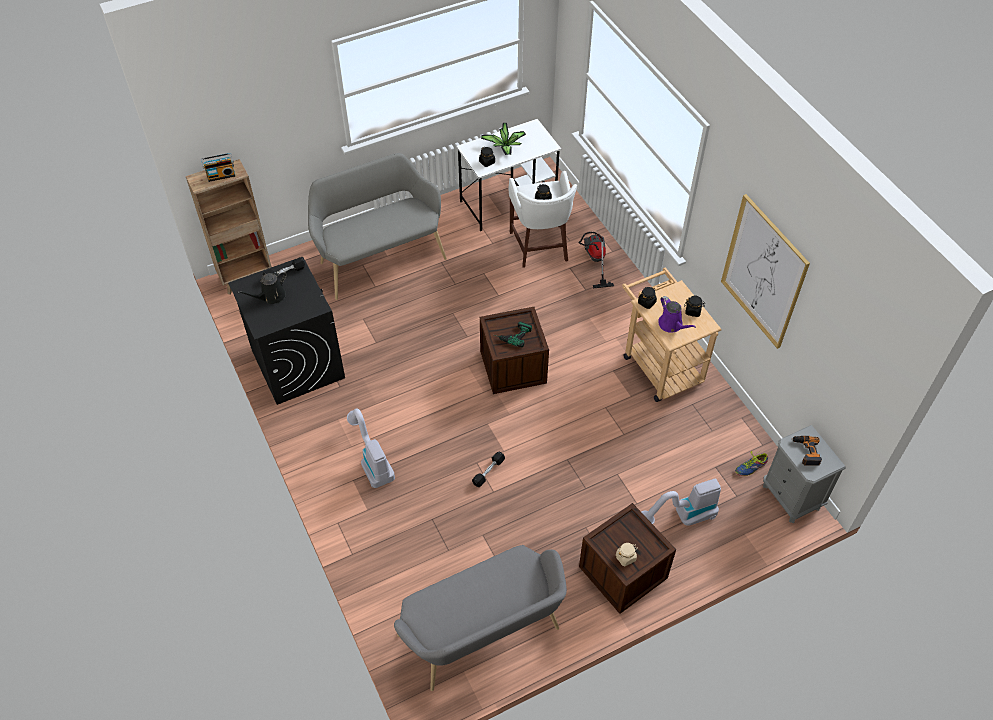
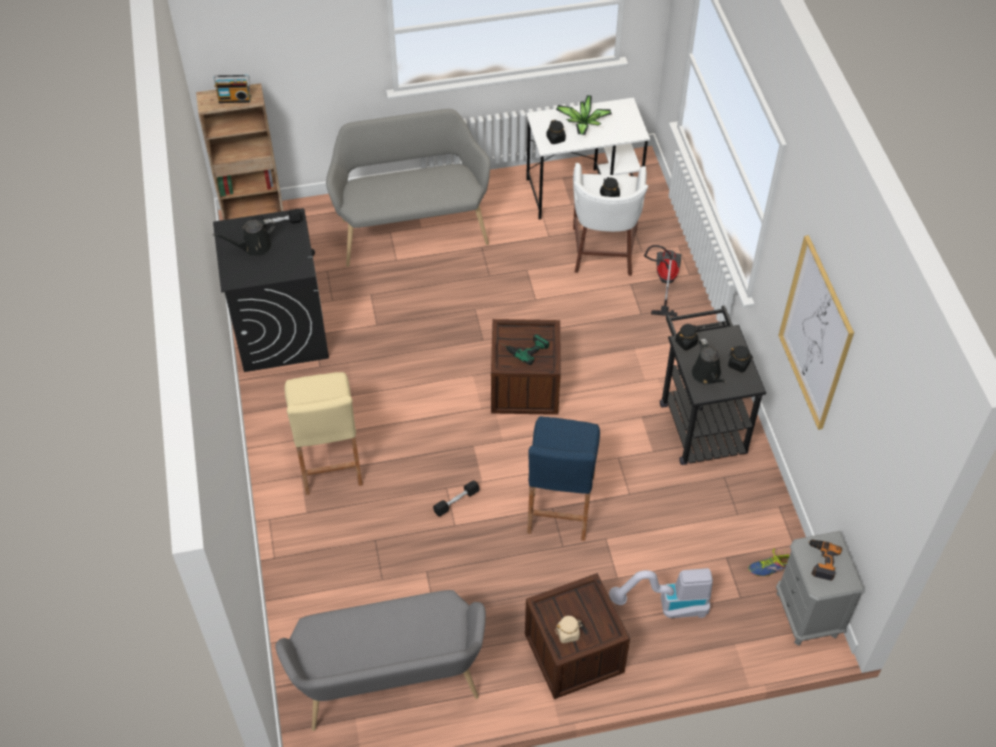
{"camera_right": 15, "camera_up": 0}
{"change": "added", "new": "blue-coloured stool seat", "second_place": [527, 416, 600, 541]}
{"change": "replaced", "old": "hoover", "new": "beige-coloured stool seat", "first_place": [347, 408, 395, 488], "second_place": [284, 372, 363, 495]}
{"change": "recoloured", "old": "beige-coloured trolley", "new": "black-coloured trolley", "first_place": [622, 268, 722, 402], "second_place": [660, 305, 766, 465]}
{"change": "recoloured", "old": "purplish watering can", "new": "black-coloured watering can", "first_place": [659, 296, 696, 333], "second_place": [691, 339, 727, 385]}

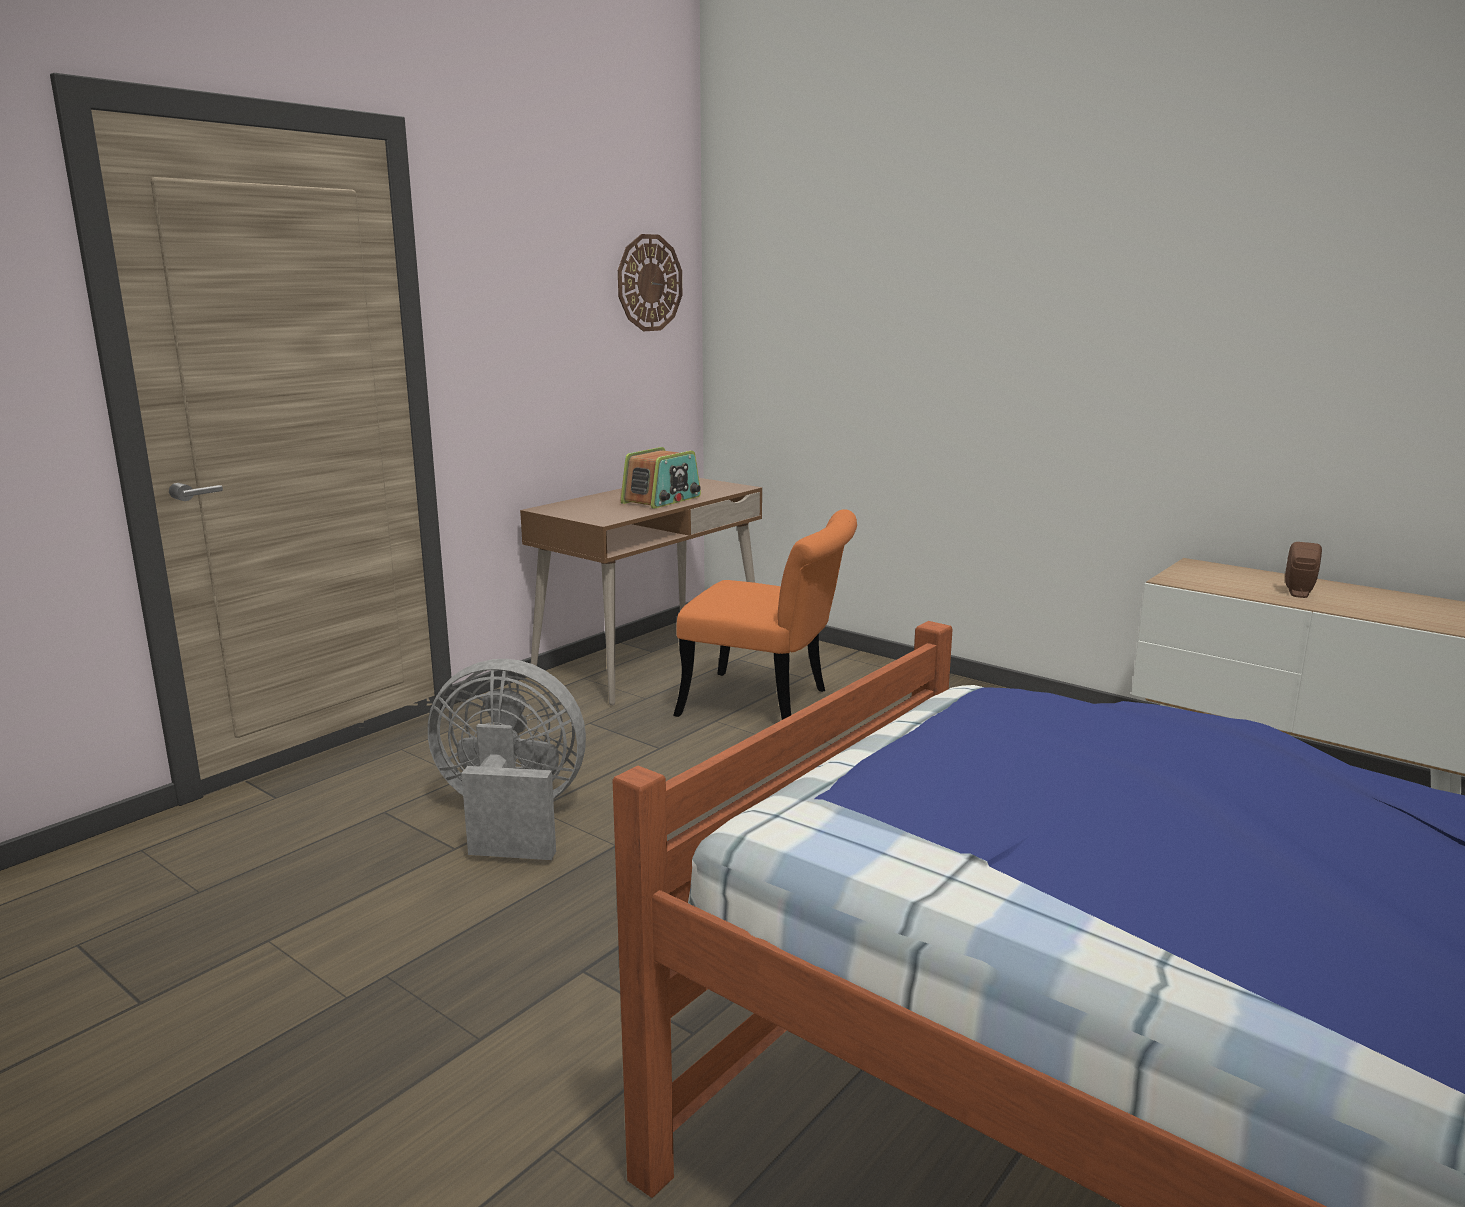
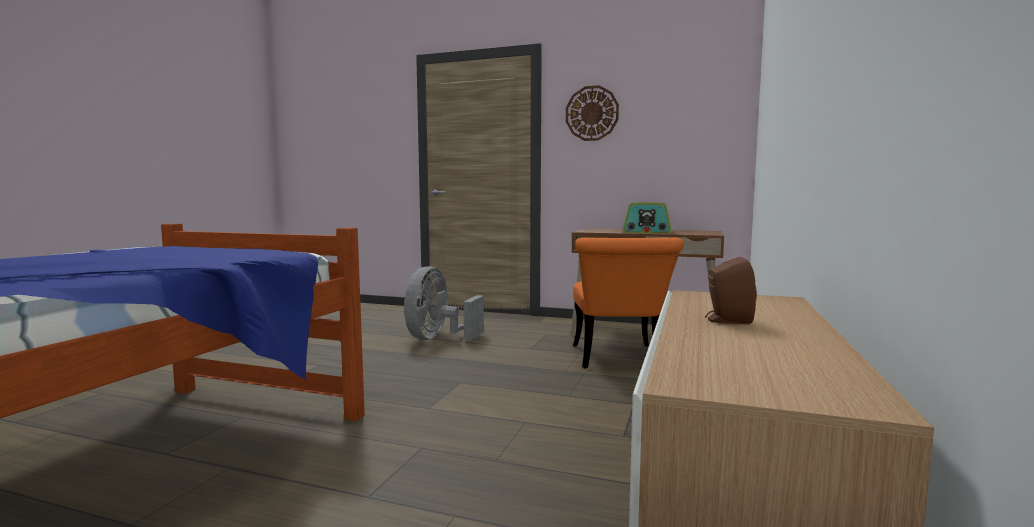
{"camera_right": 70, "camera_up": -10}
{"change": "moved", "old": "clock on the wall", "first_place": [618, 234, 682, 331], "second_place": [566, 85, 619, 141]}
{"change": "turned", "old": "gray electric fan", "first_place": [428, 659, 586, 860], "second_place": [404, 266, 484, 341], "degrees": -150}

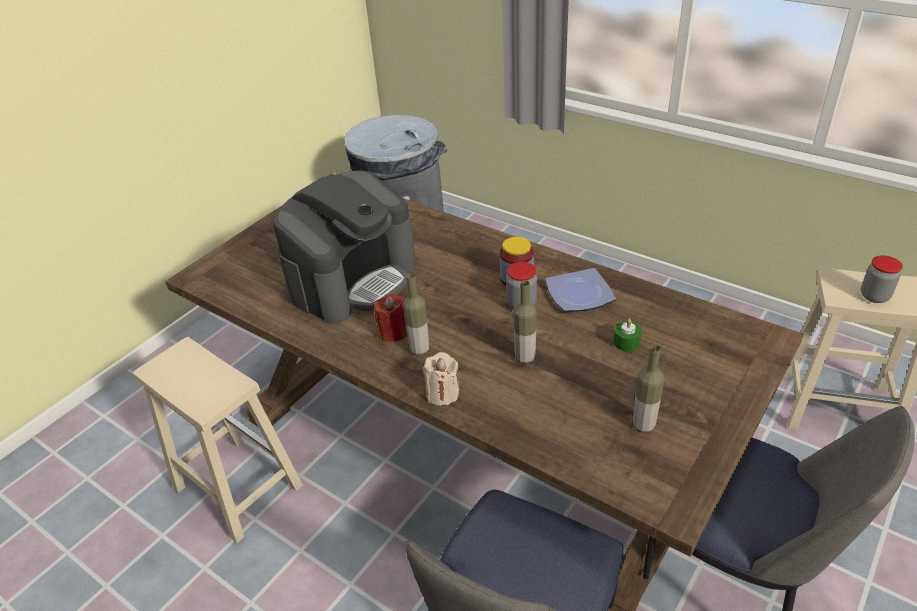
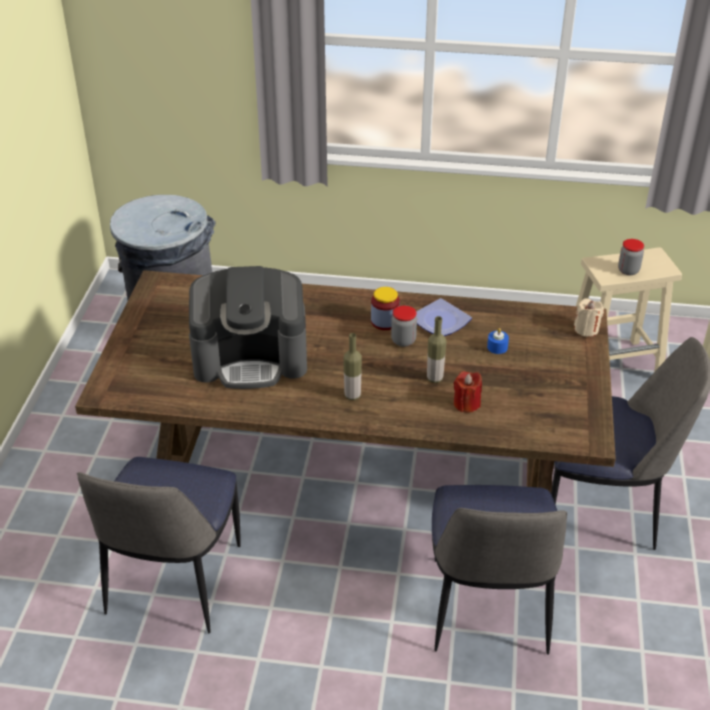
{"camera_right": -30, "camera_up": 0}
{"change": "removed", "old": "bottle", "first_place": [633, 345, 664, 433]}
{"change": "moved", "old": "red-coloured wax light", "first_place": [374, 293, 407, 342], "second_place": [454, 371, 482, 412]}
{"change": "moved", "old": "beige-coloured wax light", "first_place": [423, 352, 460, 406], "second_place": [574, 298, 604, 337]}
{"change": "replaced", "old": "beige-coloured stool seat", "new": "plain chair", "first_place": [133, 337, 303, 543], "second_place": [77, 457, 241, 633]}
{"change": "recoloured", "old": "greenish wax light", "new": "blue-coloured wax light", "first_place": [613, 319, 642, 352], "second_place": [487, 328, 509, 354]}
{"change": "turned", "old": "coffee maker", "first_place": [273, 171, 416, 324], "second_place": [189, 266, 307, 389], "degrees": 75}

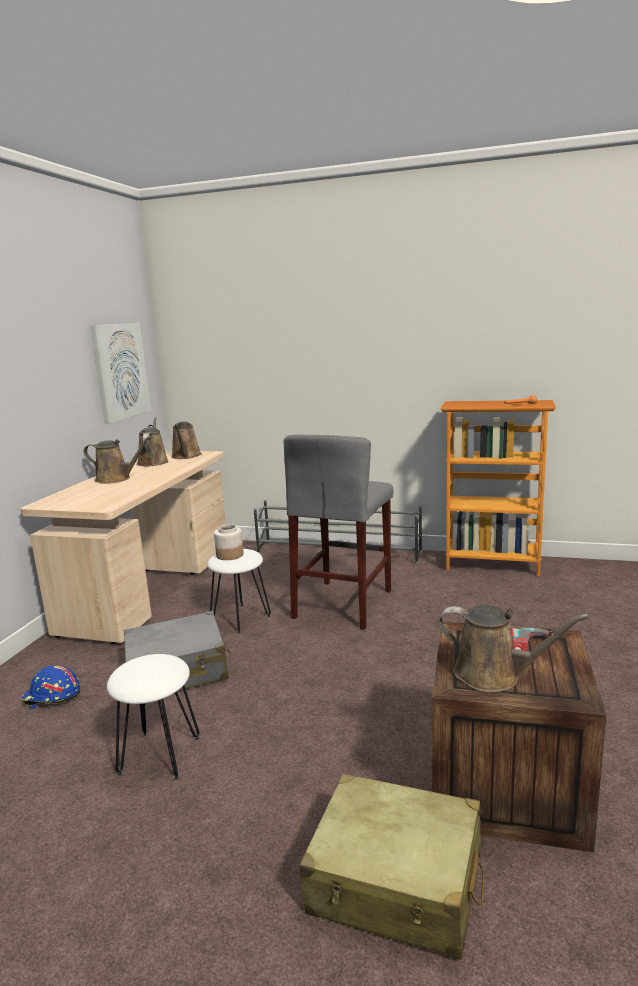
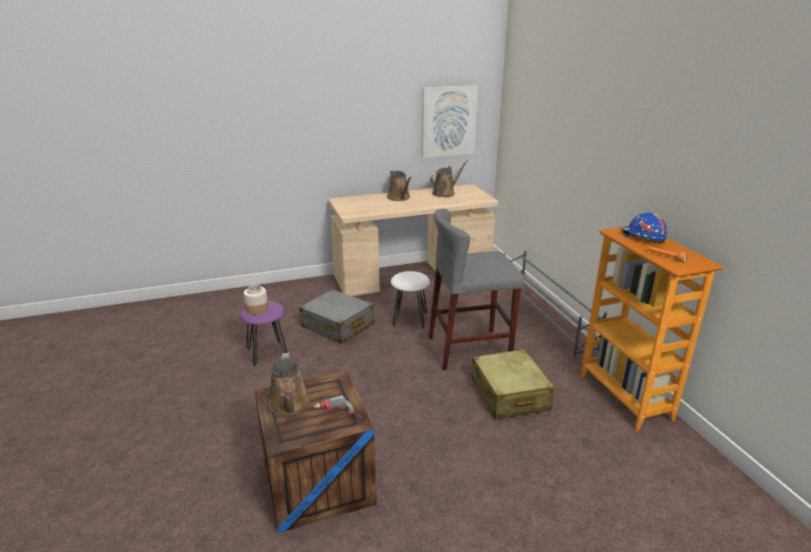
{"camera_right": 55, "camera_up": 10}
{"change": "removed", "old": "brown watering can", "first_place": [171, 421, 202, 459]}
{"change": "moved", "old": "blue-coloured hard hat", "first_place": [22, 665, 80, 709], "second_place": [621, 213, 667, 243]}
{"change": "moved", "old": "preserve jar", "first_place": [214, 524, 244, 560], "second_place": [244, 285, 268, 315]}
{"change": "moved", "old": "beige-coloured suitcase", "first_place": [299, 774, 484, 960], "second_place": [472, 349, 554, 419]}
{"change": "recoloured", "old": "whitish stool seat", "new": "purplish stool seat", "first_place": [107, 654, 200, 780], "second_place": [240, 300, 288, 367]}

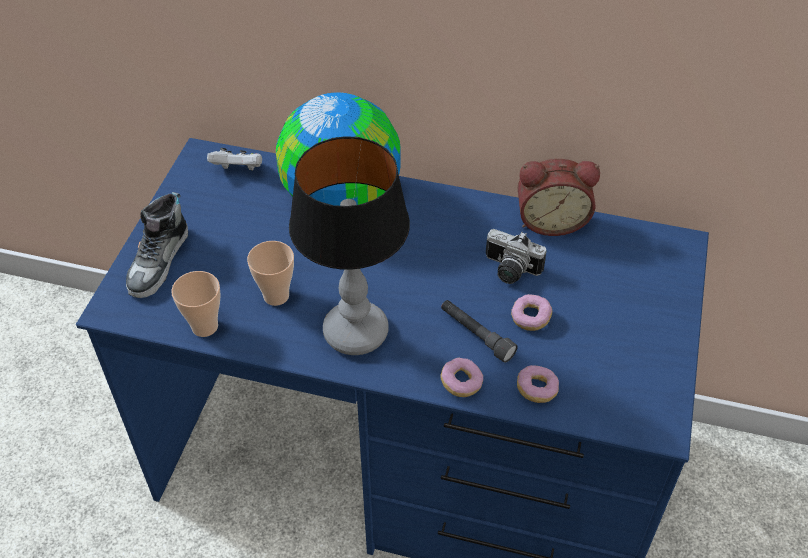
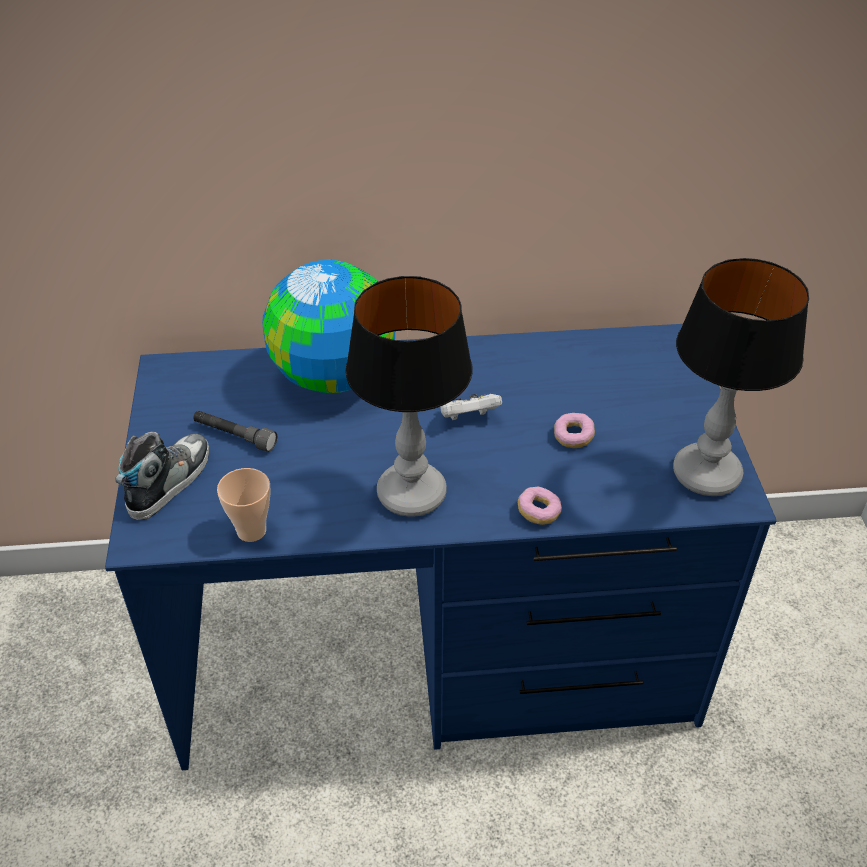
{"camera_right": -20, "camera_up": -5}
{"change": "removed", "old": "drinking cup", "first_place": [247, 241, 294, 306]}
{"change": "removed", "old": "still camera", "first_place": [486, 229, 547, 284]}
{"change": "removed", "old": "bedside clock", "first_place": [517, 159, 600, 236]}
{"change": "removed", "old": "doughnut", "first_place": [517, 365, 559, 403]}
{"change": "added", "new": "tabletop lamp", "second_place": [673, 258, 809, 496]}
{"change": "moved", "old": "whitish joypad", "first_place": [207, 148, 262, 170], "second_place": [441, 394, 502, 420]}
{"change": "moved", "old": "gray hand torch", "first_place": [441, 300, 518, 363], "second_place": [193, 411, 277, 452]}
{"change": "turned", "old": "shoe", "first_place": [126, 192, 188, 298], "second_place": [116, 432, 209, 520], "degrees": -150}

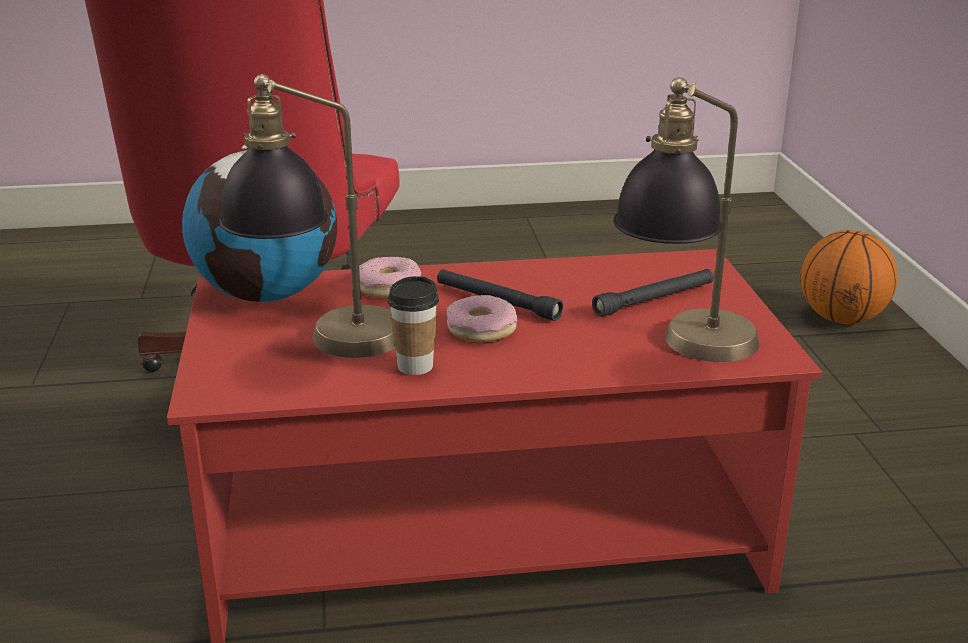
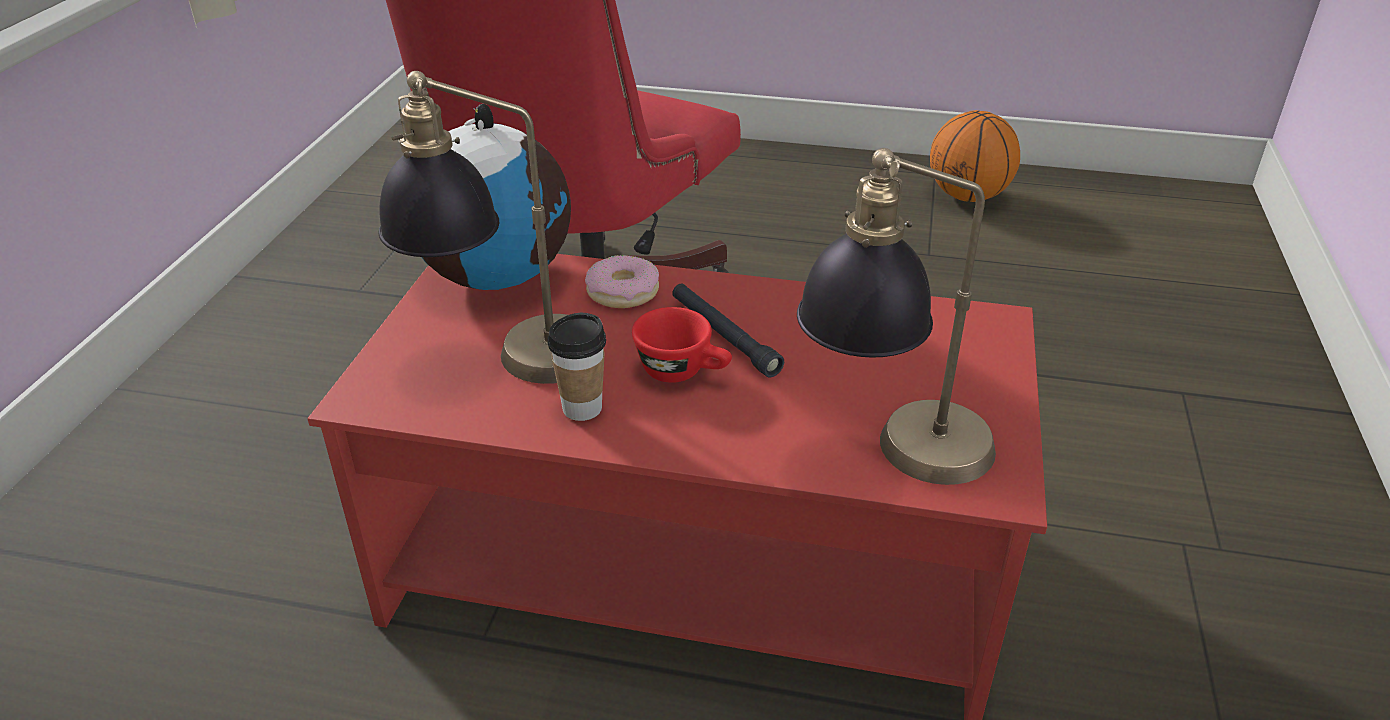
{"camera_right": 20, "camera_up": 10}
{"change": "removed", "old": "black-coloured hand torch", "first_place": [592, 269, 714, 317]}
{"change": "moved", "old": "ball for basketball", "first_place": [800, 230, 898, 324], "second_place": [930, 110, 1020, 202]}
{"change": "replaced", "old": "doughnut", "new": "red-coloured drinking cup", "first_place": [447, 295, 517, 342], "second_place": [632, 307, 732, 383]}

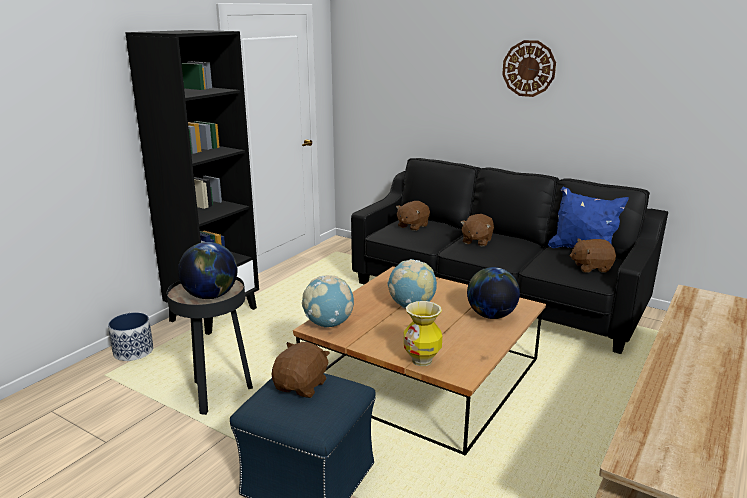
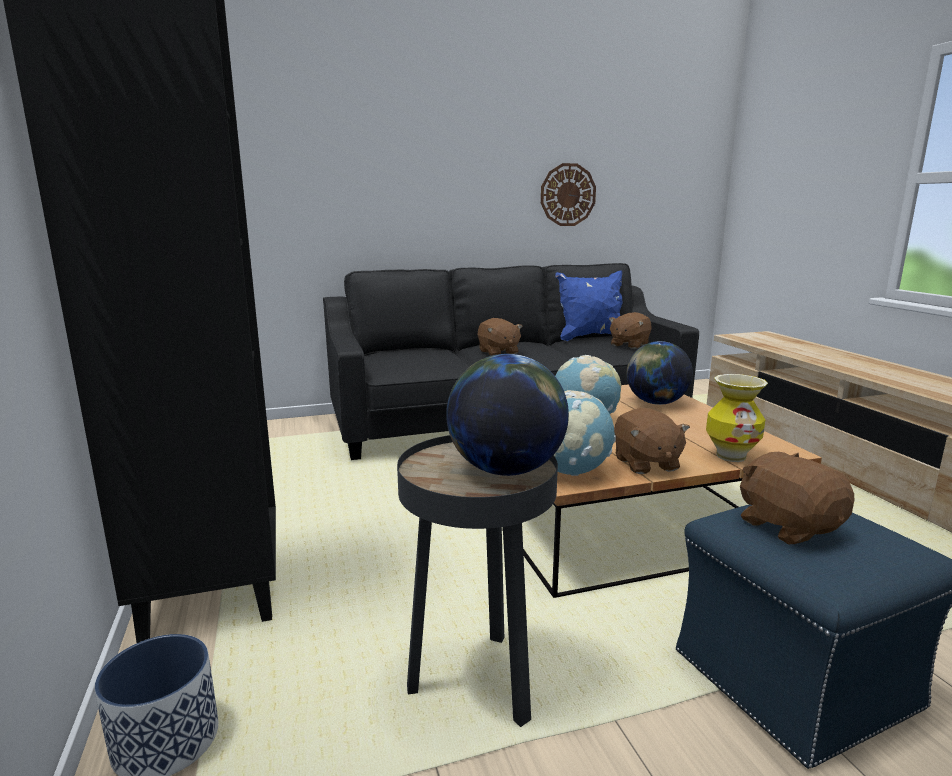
{"camera_right": -50, "camera_up": -5}
{"change": "moved", "old": "brown plush toy", "first_place": [396, 201, 430, 231], "second_place": [614, 407, 690, 474]}
{"change": "moved", "old": "clock on the wall", "first_place": [502, 40, 556, 97], "second_place": [541, 163, 596, 226]}

